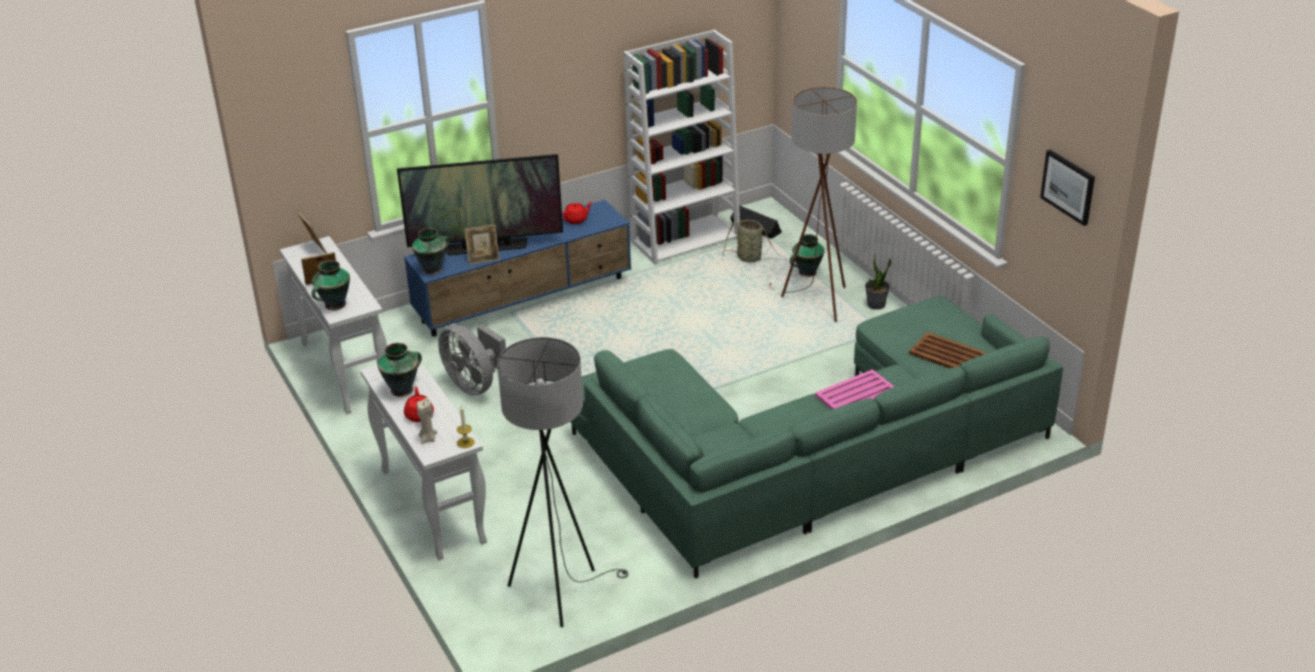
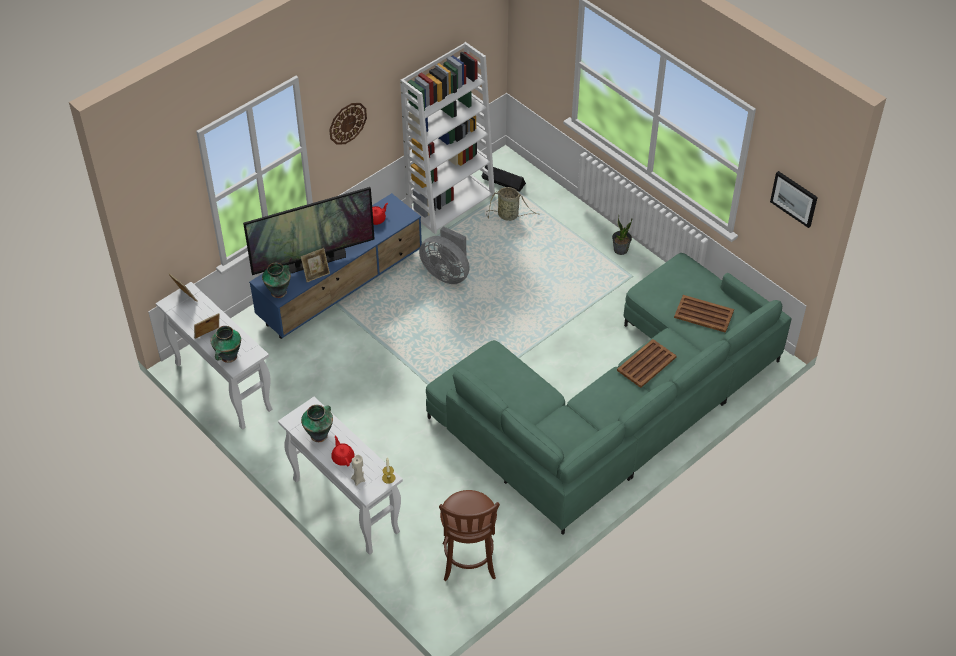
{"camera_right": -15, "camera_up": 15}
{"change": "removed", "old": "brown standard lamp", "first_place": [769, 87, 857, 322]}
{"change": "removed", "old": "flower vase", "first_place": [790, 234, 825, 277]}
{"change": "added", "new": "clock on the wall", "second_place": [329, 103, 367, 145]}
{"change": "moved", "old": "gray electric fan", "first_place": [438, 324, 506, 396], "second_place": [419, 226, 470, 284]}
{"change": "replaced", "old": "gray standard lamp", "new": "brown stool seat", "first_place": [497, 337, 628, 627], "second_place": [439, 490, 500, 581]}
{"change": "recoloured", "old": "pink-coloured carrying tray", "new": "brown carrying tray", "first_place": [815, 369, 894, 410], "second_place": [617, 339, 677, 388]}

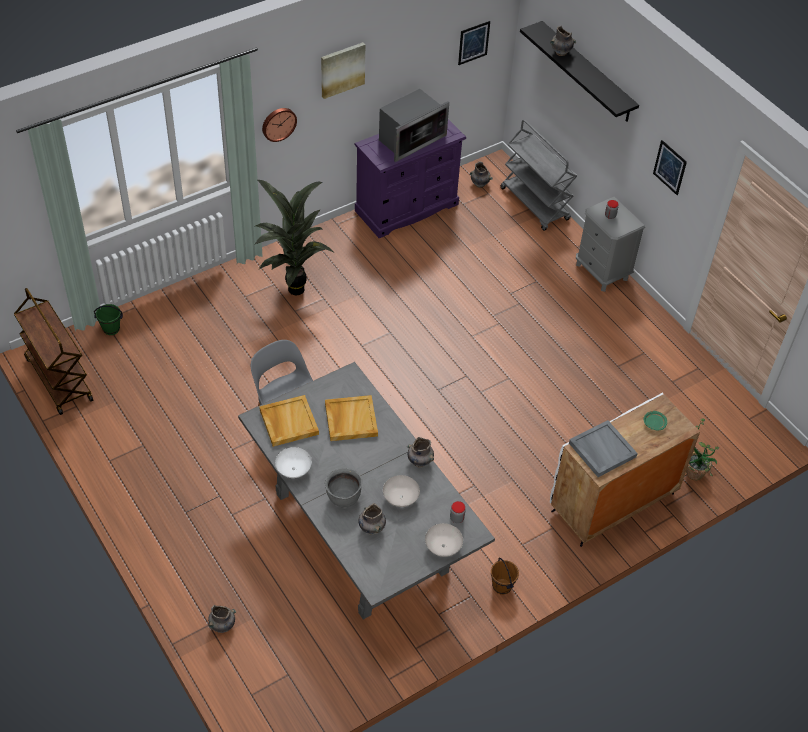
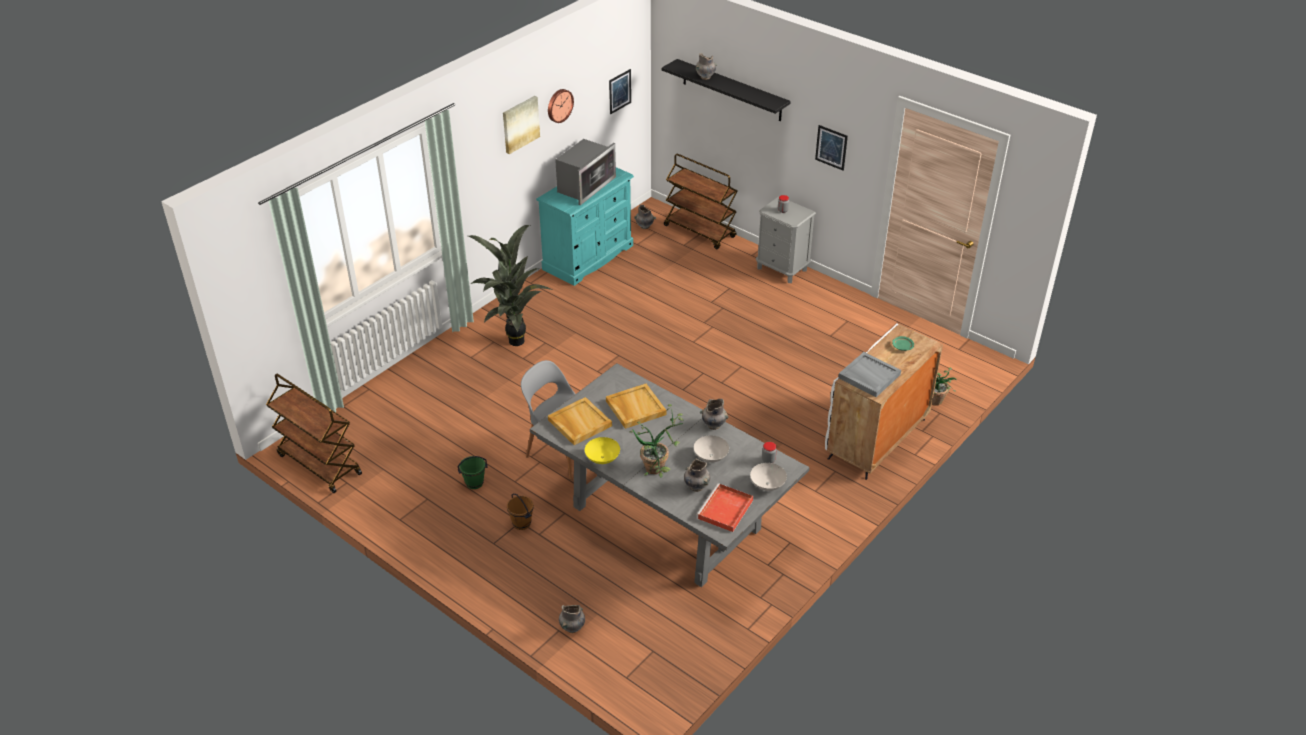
{"camera_right": -15, "camera_up": -10}
{"change": "added", "new": "red-coloured carrying tray", "second_place": [697, 483, 753, 532]}
{"change": "moved", "old": "greenish water bucket", "first_place": [94, 304, 123, 335], "second_place": [458, 456, 488, 489]}
{"change": "moved", "old": "clock on the wall", "first_place": [262, 108, 297, 142], "second_place": [548, 89, 574, 123]}
{"change": "moved", "old": "brown water bucket", "first_place": [491, 558, 519, 595], "second_place": [507, 494, 534, 530]}
{"change": "replaced", "old": "gray saucepot", "new": "plant in a pot", "first_place": [325, 468, 362, 508], "second_place": [629, 404, 684, 477]}
{"change": "recoloured", "old": "whitish deep dish", "new": "yellow-coloured deep dish", "first_place": [275, 447, 312, 478], "second_place": [585, 437, 620, 464]}
{"change": "recoloured", "old": "purplish chest of drawers", "new": "blue-green chest of drawers", "first_place": [355, 119, 466, 238], "second_place": [536, 167, 634, 286]}
{"change": "recoloured", "old": "gray trolley", "new": "brown trolley", "first_place": [500, 119, 577, 231], "second_place": [664, 154, 737, 249]}

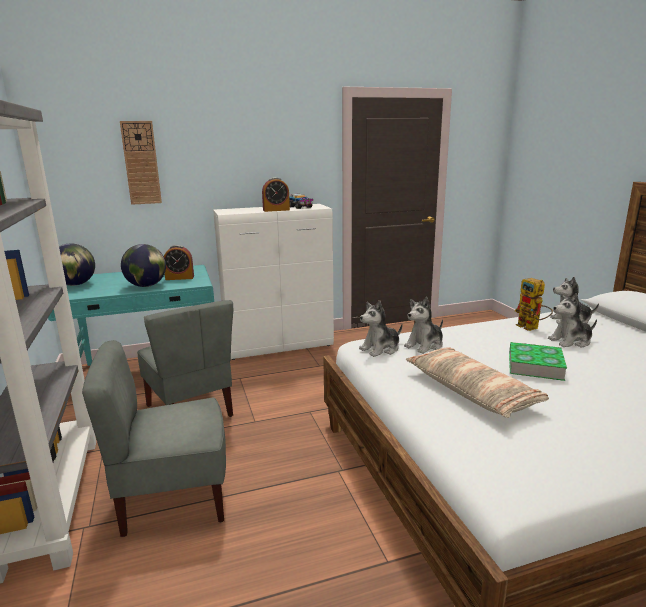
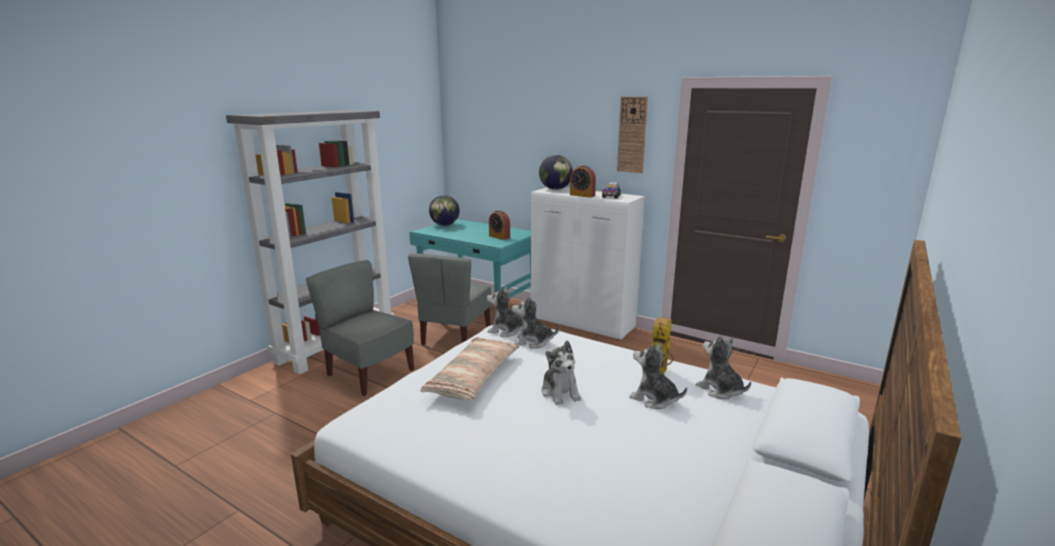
{"camera_right": 50, "camera_up": 0}
{"change": "moved", "old": "clock on the wall", "first_place": [120, 121, 162, 205], "second_place": [617, 96, 648, 173]}
{"change": "moved", "old": "world globe", "first_place": [121, 244, 166, 287], "second_place": [539, 155, 573, 190]}
{"change": "replaced", "old": "book", "new": "plush toy", "first_place": [509, 342, 567, 381], "second_place": [541, 340, 581, 405]}

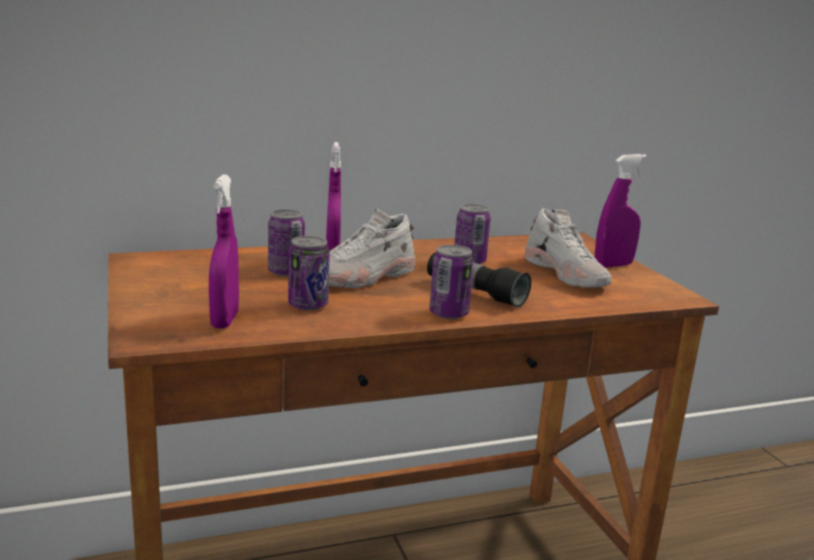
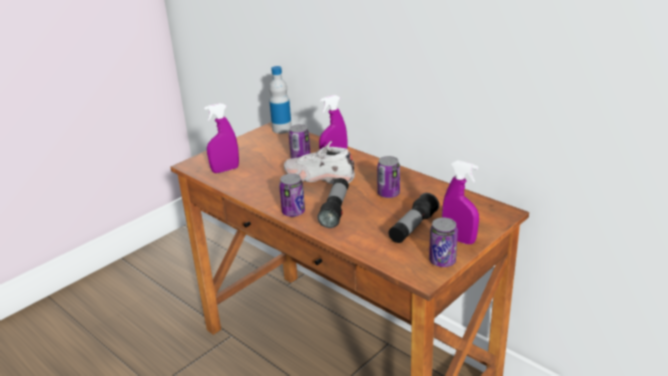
{"camera_right": 65, "camera_up": 10}
{"change": "added", "new": "bottle", "second_place": [269, 66, 292, 134]}
{"change": "moved", "old": "metal can", "first_place": [288, 236, 330, 310], "second_place": [429, 218, 458, 267]}
{"change": "replaced", "old": "whitish shoe", "new": "hand torch", "first_place": [525, 208, 612, 287], "second_place": [388, 193, 439, 243]}

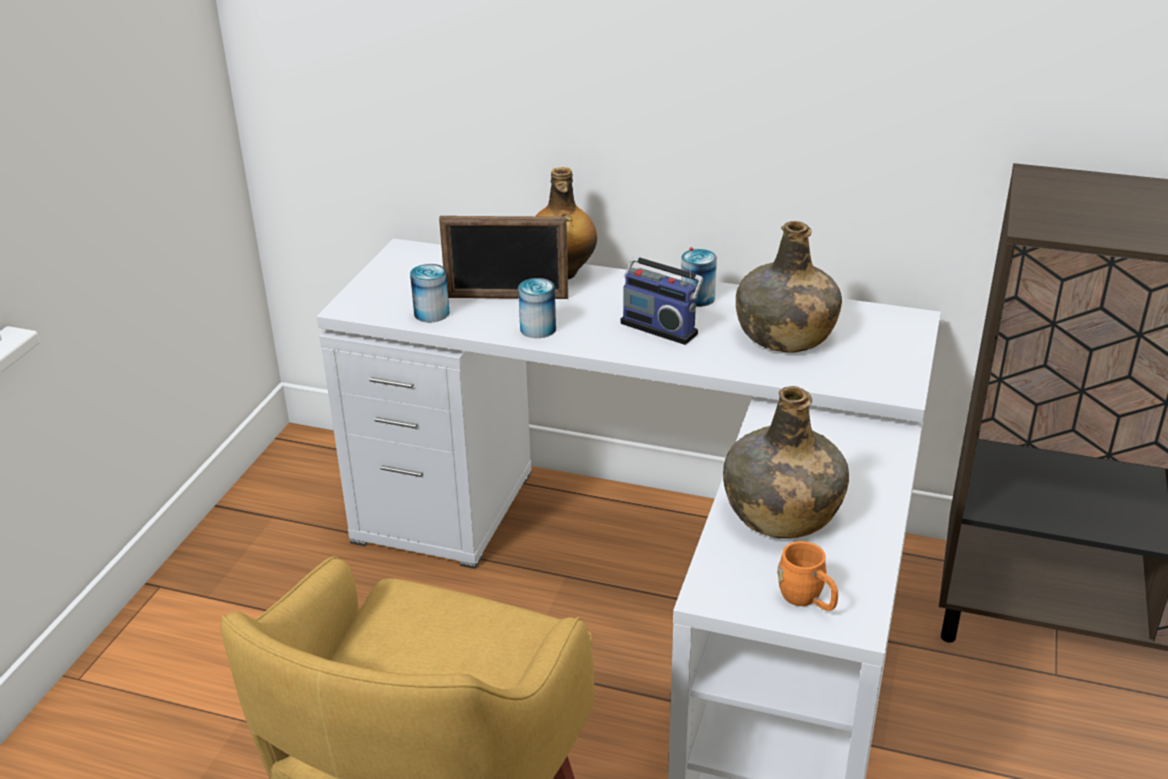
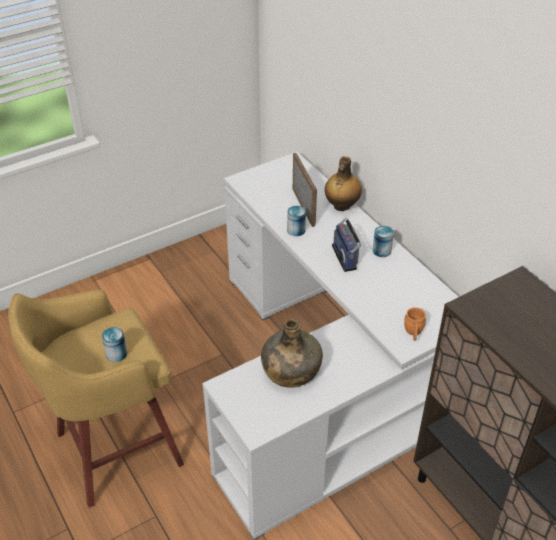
{"camera_right": 40, "camera_up": 10}
{"change": "removed", "old": "greenish bottle", "first_place": [736, 221, 842, 352]}
{"change": "moved", "old": "metal can", "first_place": [410, 264, 450, 322], "second_place": [102, 327, 127, 362]}
{"change": "moved", "old": "orange-coloured coffee mug", "first_place": [777, 541, 838, 611], "second_place": [404, 307, 426, 341]}
{"change": "turned", "old": "picture frame", "first_place": [439, 216, 568, 299], "second_place": [293, 153, 317, 227], "degrees": -150}

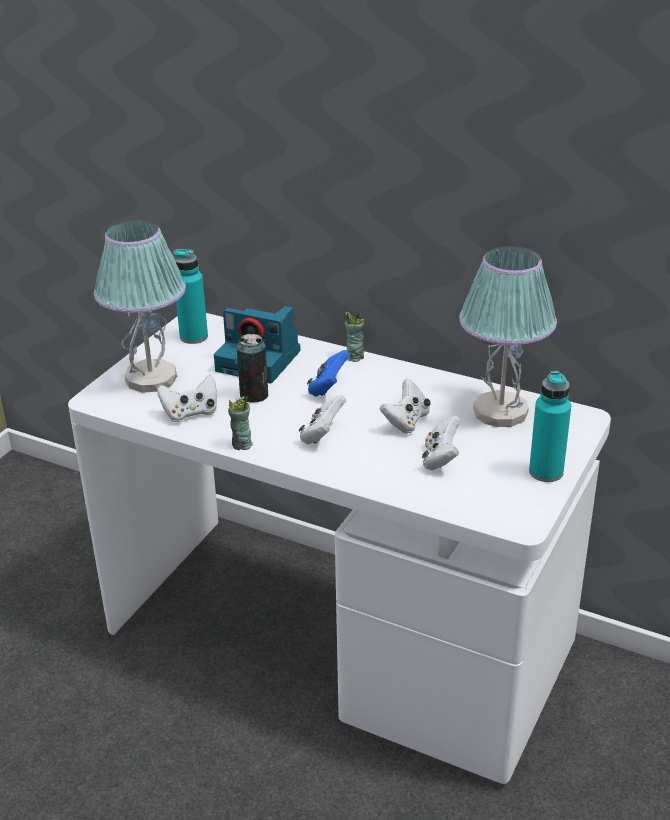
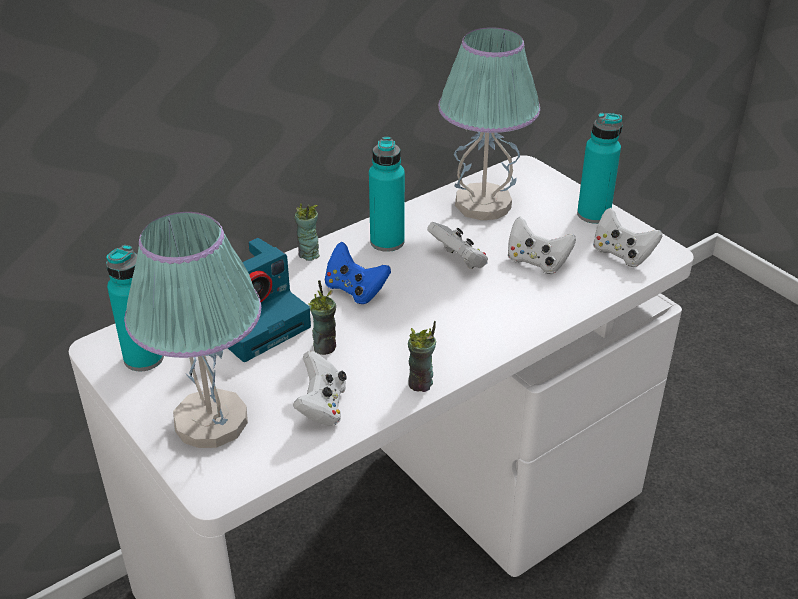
{"camera_right": -65, "camera_up": 5}
{"change": "added", "new": "blue-green bottle", "second_place": [369, 137, 405, 252]}
{"change": "moved", "old": "whitish joypad", "first_place": [299, 395, 347, 444], "second_place": [593, 208, 662, 267]}
{"change": "replaced", "old": "metal can", "new": "drinking cup", "first_place": [237, 334, 268, 403], "second_place": [308, 280, 336, 355]}

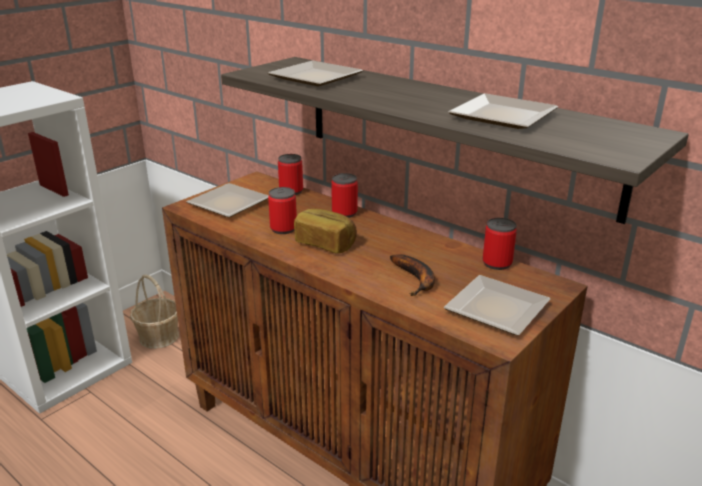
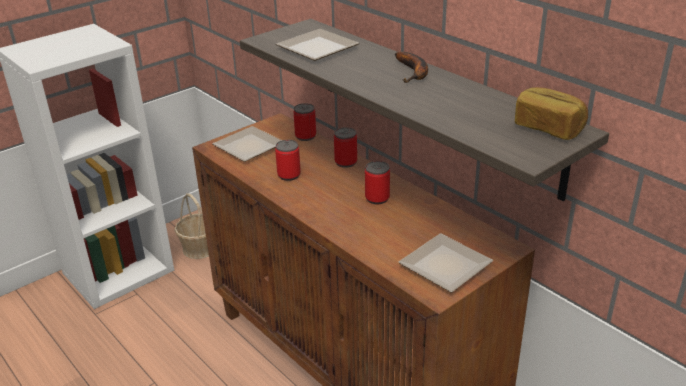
{"camera_right": 10, "camera_up": 5}
{"change": "removed", "old": "dinner plate", "first_place": [448, 93, 558, 129]}
{"change": "moved", "old": "bread", "first_place": [294, 208, 357, 254], "second_place": [515, 87, 588, 140]}
{"change": "moved", "old": "banana", "first_place": [390, 254, 435, 296], "second_place": [395, 52, 428, 83]}
{"change": "moved", "old": "metal can", "first_place": [483, 218, 517, 270], "second_place": [365, 161, 390, 204]}

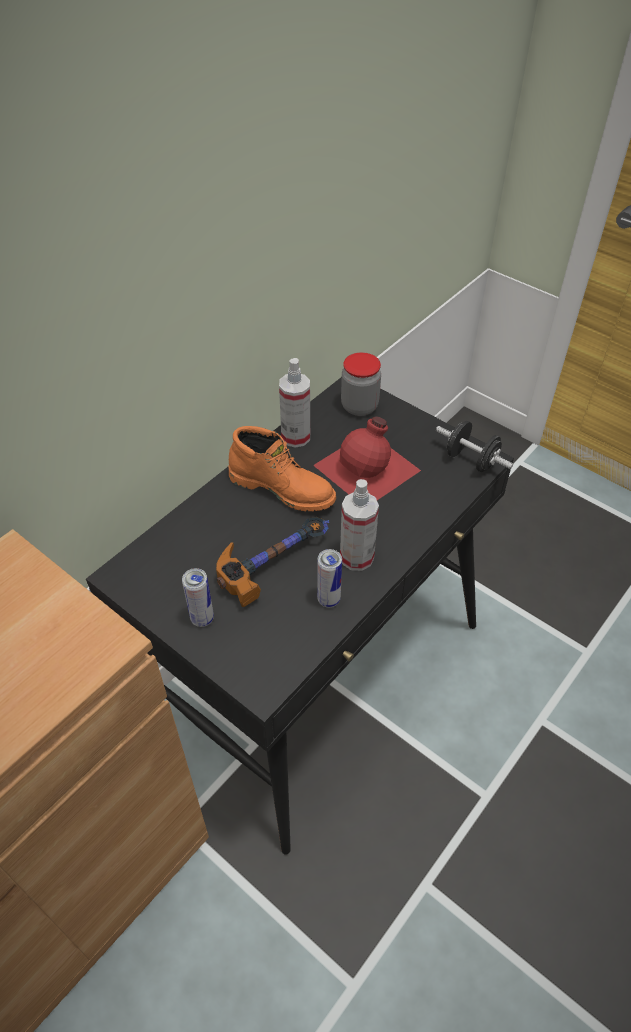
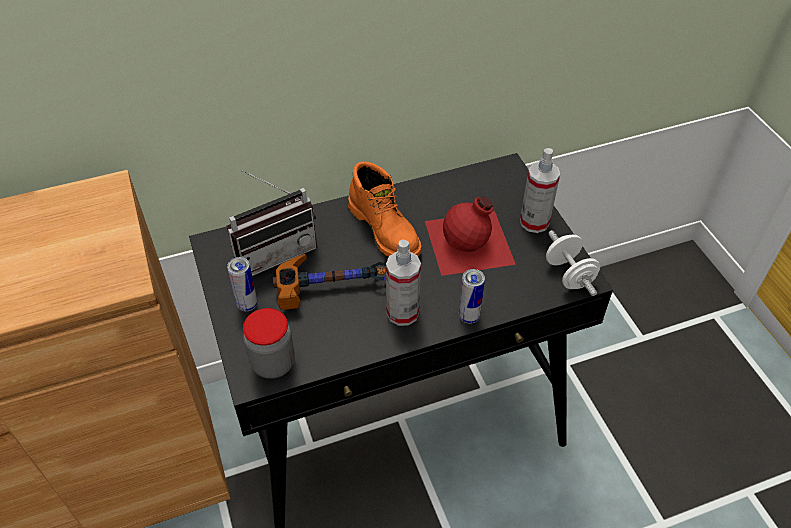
{"camera_right": 30, "camera_up": 0}
{"change": "added", "new": "radio set", "second_place": [227, 170, 317, 276]}
{"change": "moved", "old": "hand sprayer", "first_place": [279, 358, 310, 448], "second_place": [520, 148, 560, 233]}
{"change": "moved", "old": "metal can", "first_place": [317, 549, 342, 607], "second_place": [459, 269, 485, 324]}
{"change": "moved", "old": "preserve jar", "first_place": [341, 352, 381, 416], "second_place": [243, 308, 295, 379]}
{"change": "recoloured", "old": "black-coloured free weight", "new": "whitish free weight", "first_place": [436, 421, 513, 472], "second_place": [546, 230, 600, 296]}

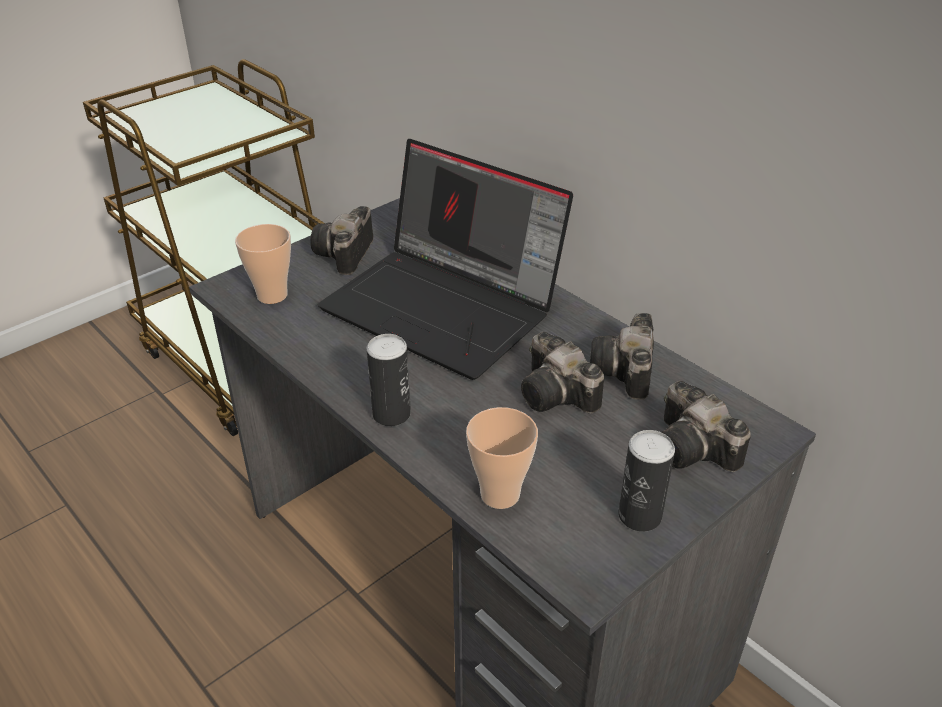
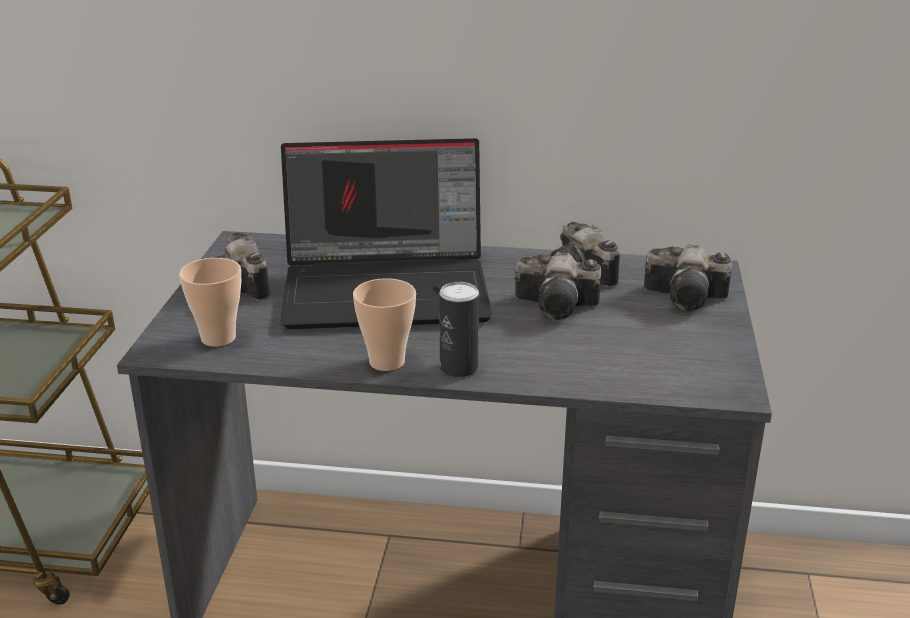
{"camera_right": -40, "camera_up": -10}
{"change": "removed", "old": "metal can", "first_place": [618, 430, 675, 532]}
{"change": "moved", "old": "drinking cup", "first_place": [466, 407, 538, 509], "second_place": [353, 278, 416, 371]}

